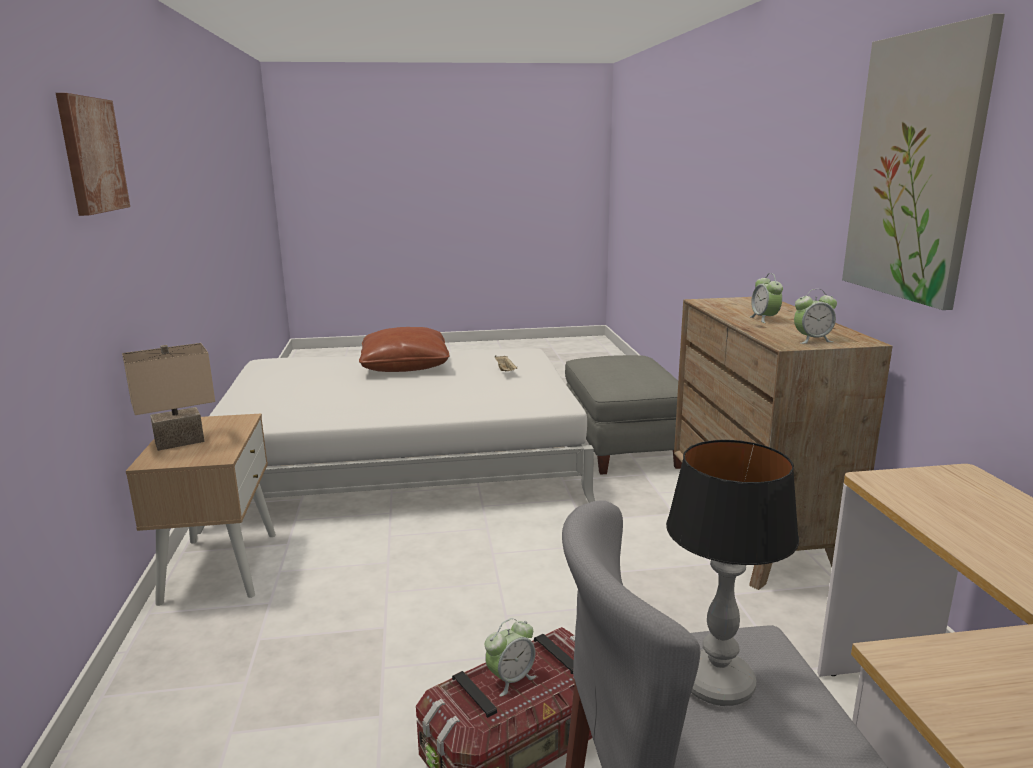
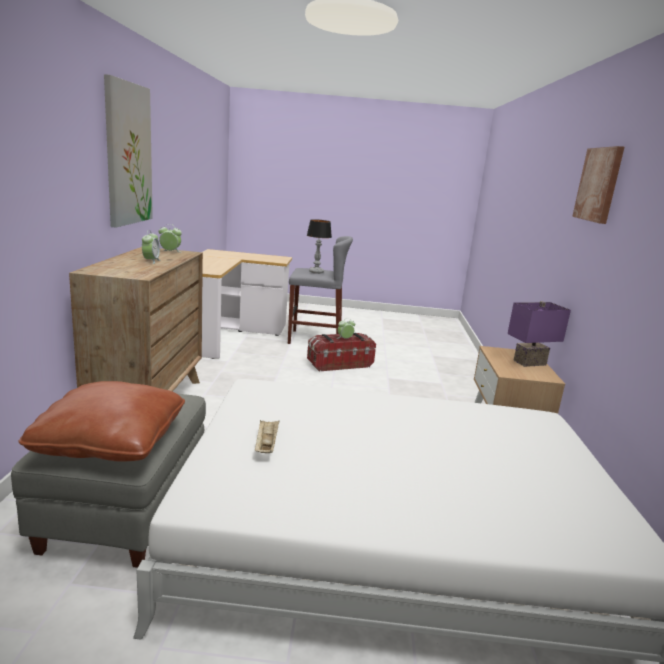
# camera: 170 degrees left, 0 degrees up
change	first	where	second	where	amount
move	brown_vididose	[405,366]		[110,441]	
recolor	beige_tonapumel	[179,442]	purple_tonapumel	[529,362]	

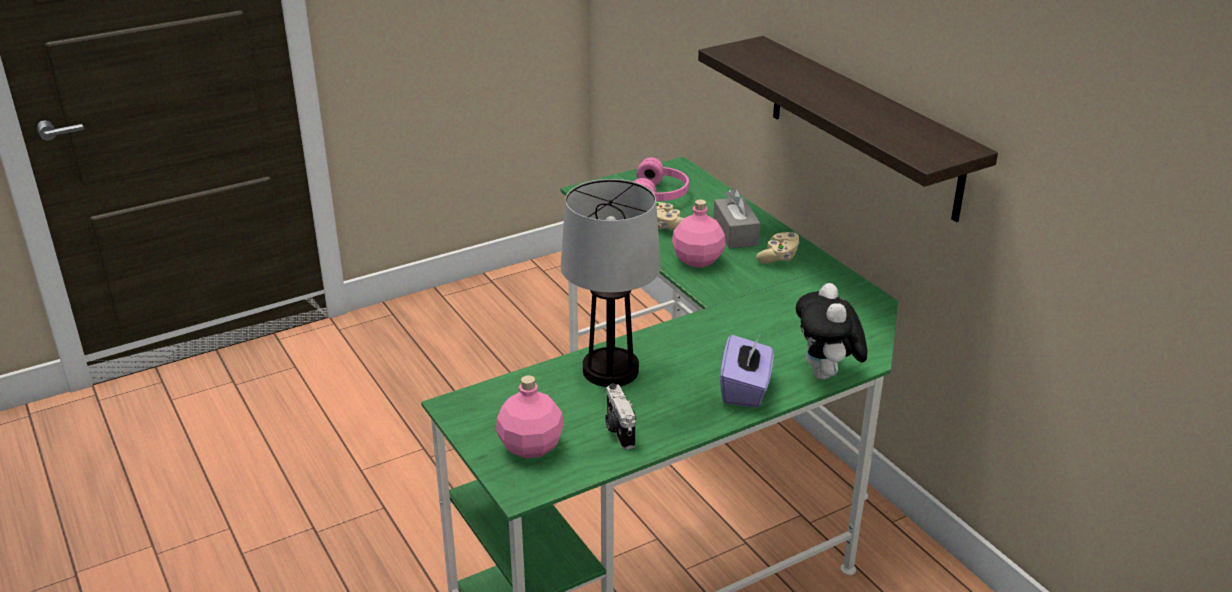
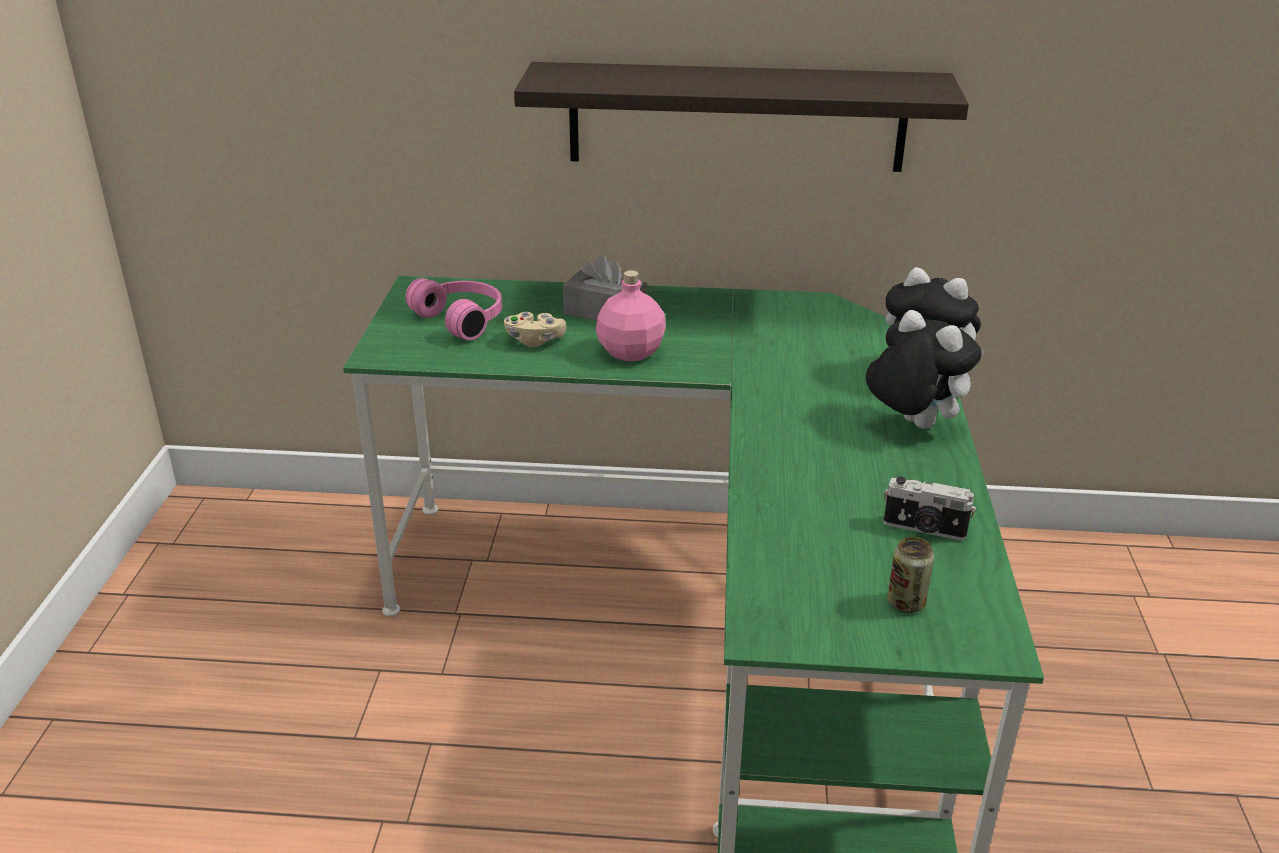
# camera: 55 degrees left, 0 degrees up
change	first	where	second	where	amount
delete	tonapumel	[609,371]			
delete	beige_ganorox	[778,257]			
replace	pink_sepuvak	[531,445]	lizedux	[906,603]	
replace	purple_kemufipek	[745,389]	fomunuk	[911,424]	

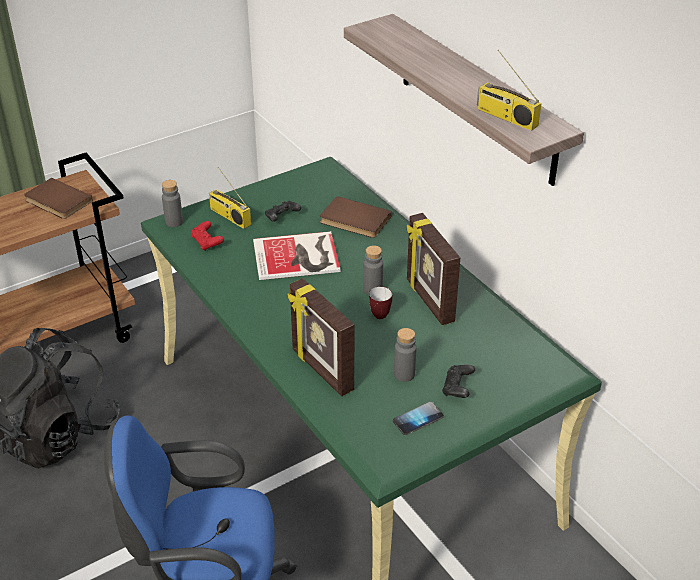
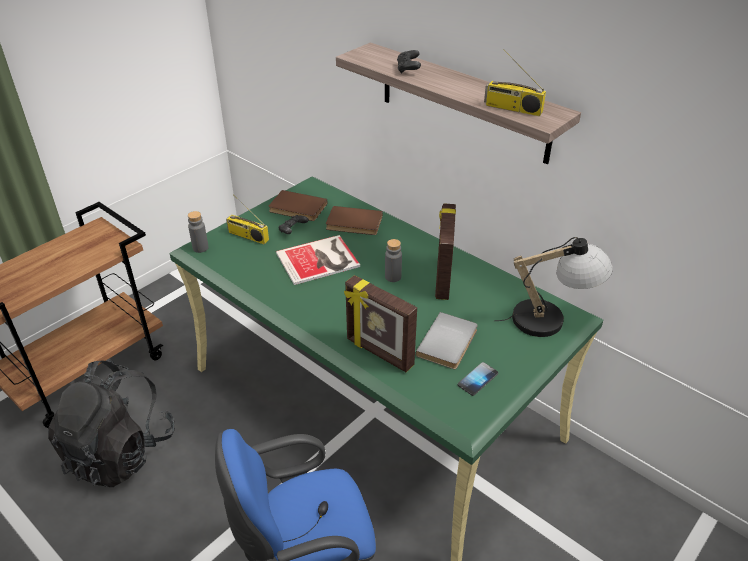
# camera: 15 degrees left, 0 degrees up
change	first	where	second	where	amount
delete	red_ganorox	[207,243]			
delete	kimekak	[378,313]			
insert			tonapumel	[551,319]	
move	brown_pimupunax	[56,202]		[297,208]	
move	black_ganorox	[457,388]		[408,69]	
replace	grey_sepuvak	[404,374]	grey_pimupunax	[449,343]	
rotate	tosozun	[428,301]		[442,278]	45 degrees clockwise

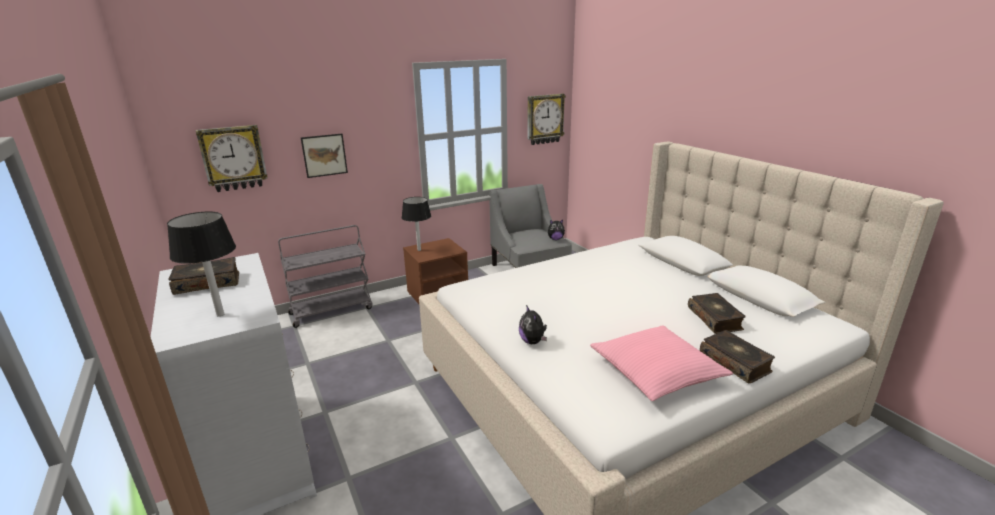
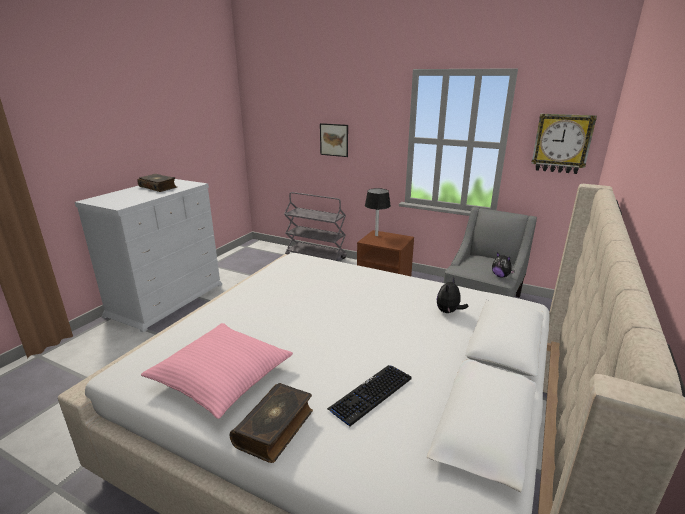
# camera: 55 degrees right, 0 degrees up
change	first	where	second	where	amount
delete	black_tonapumel	[220,314]			
delete	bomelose	[233,158]			
move	fomunuk	[533,341]		[448,312]	
replace	pimupunax	[715,319]	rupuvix	[371,394]	

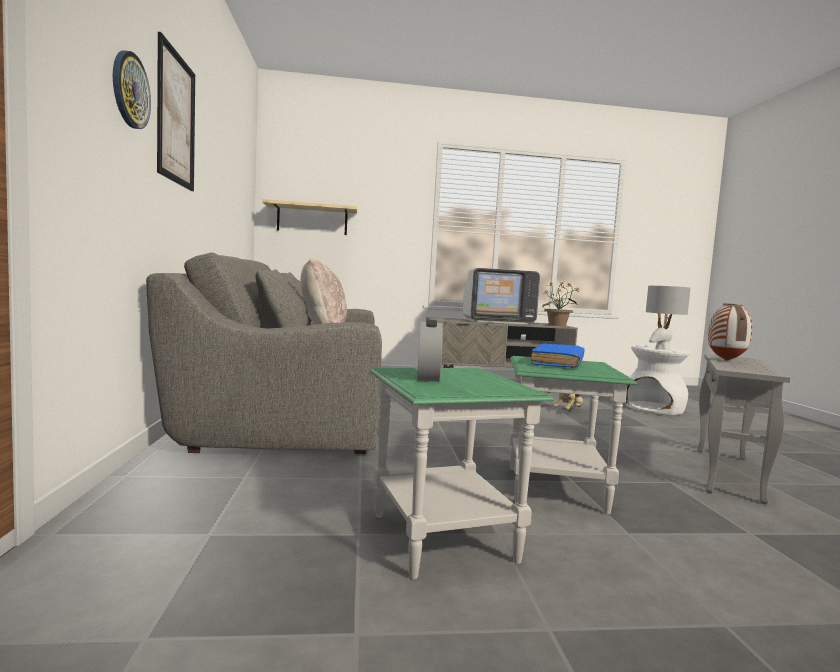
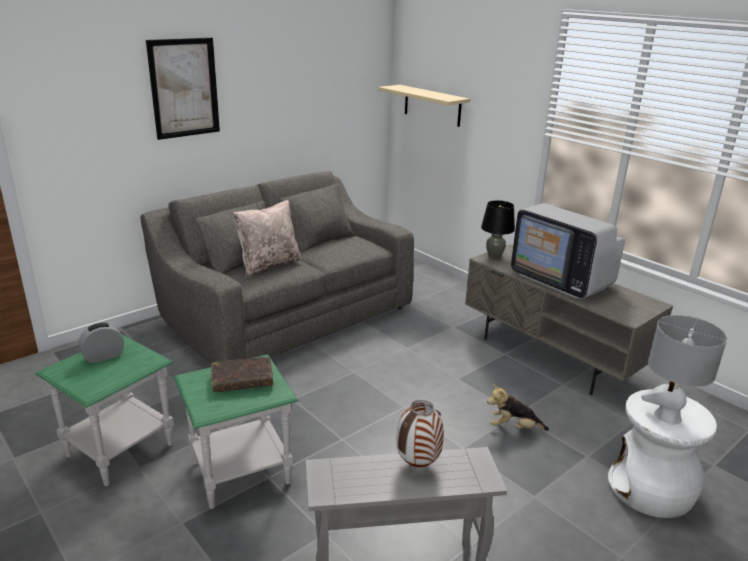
# camera: 55 degrees right, 20 degrees up
change	first	where	second	where	amount
delete	bomelose	[130,90]			
delete	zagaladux	[557,325]			
insert			black_tonapumel	[494,256]	
recolor	blue_pimupunax	[557,363]	brown_pimupunax	[242,380]	

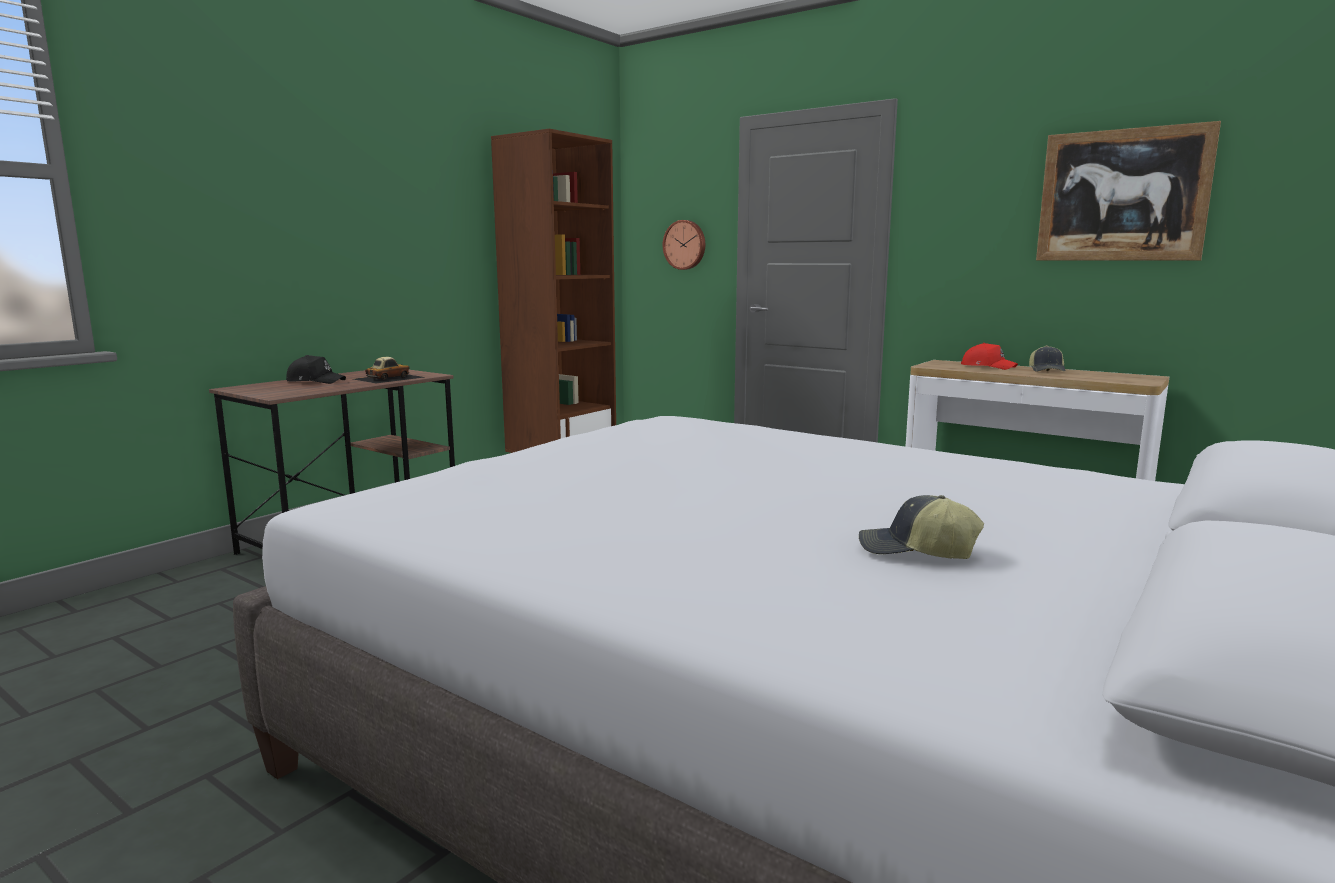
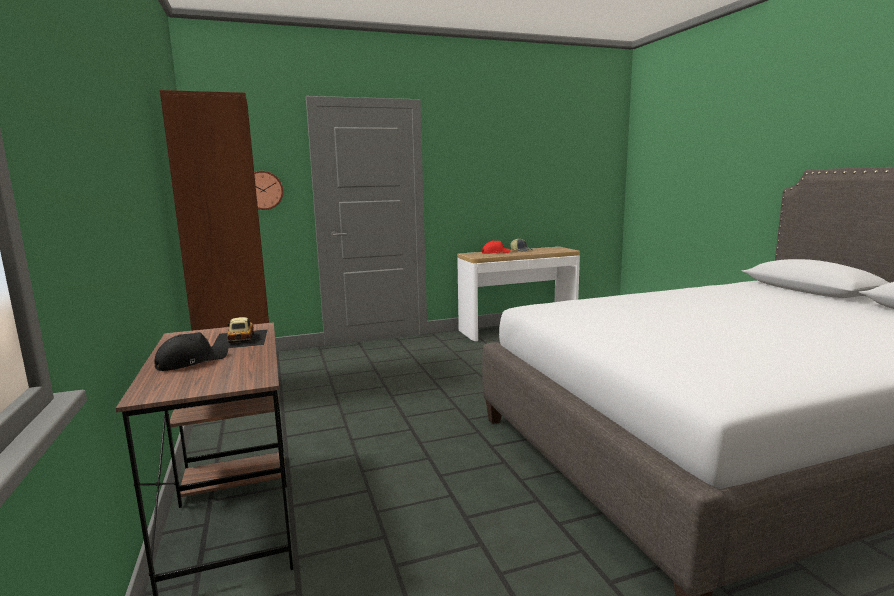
# camera: 55 degrees left, 0 degrees up
change	first	where	second	where	amount
delete	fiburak	[916,552]			
delete	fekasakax	[1122,195]			

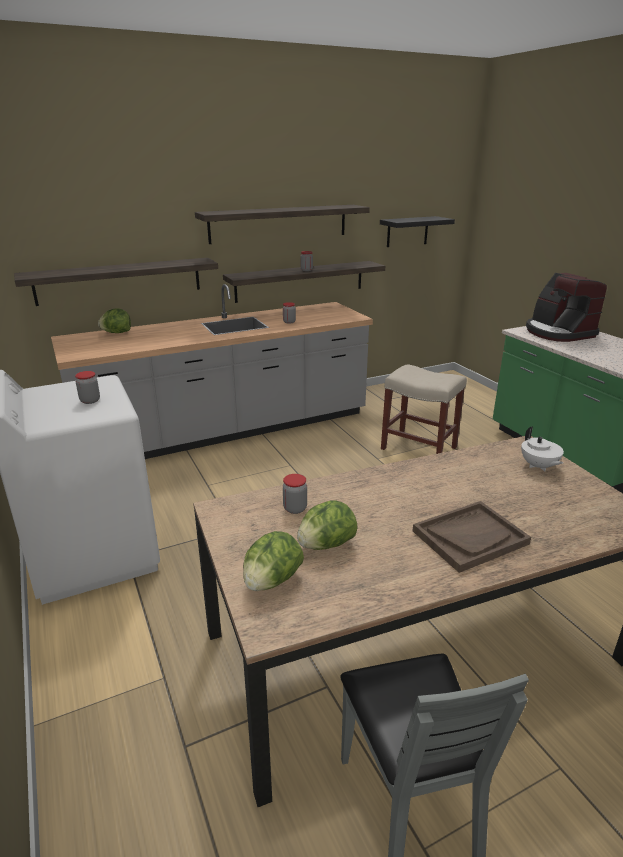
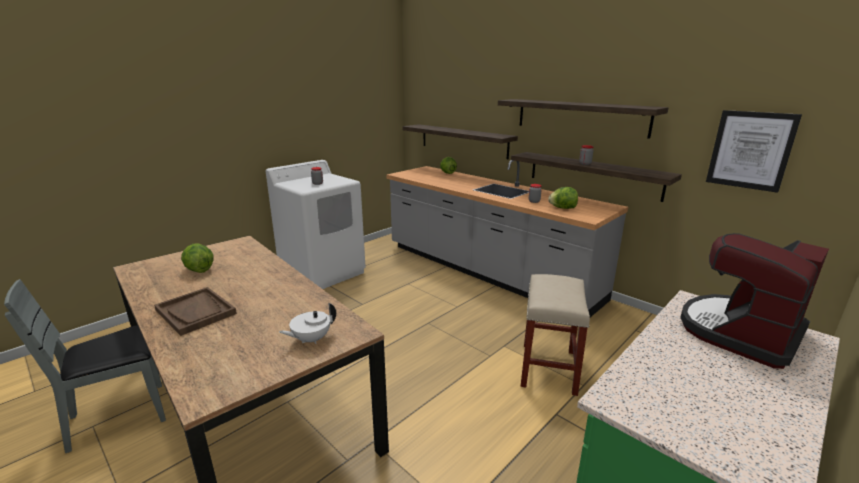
# camera: 70 degrees right, 5 degrees down
change	first	where	second	where	amount
delete	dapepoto	[295,508]			
move	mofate	[272,581]		[562,208]	
replace	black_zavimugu	[407,231]	fekasakax	[750,150]	

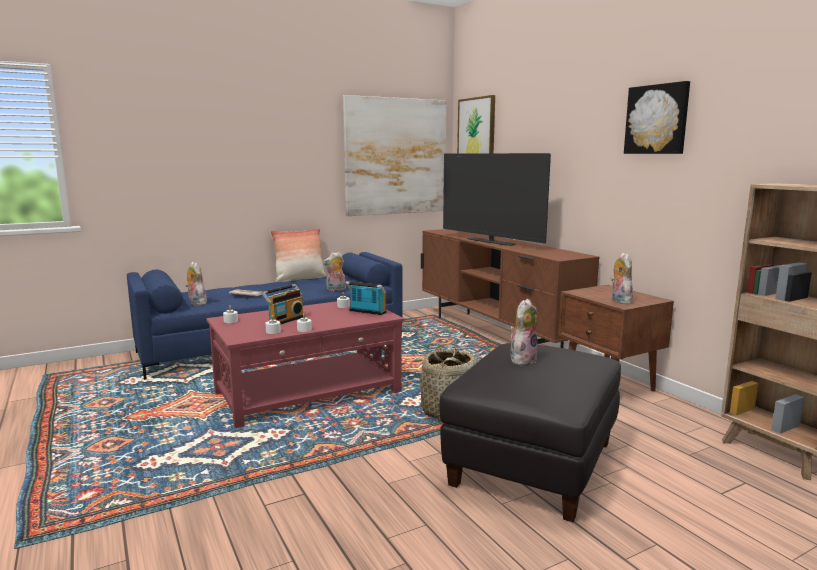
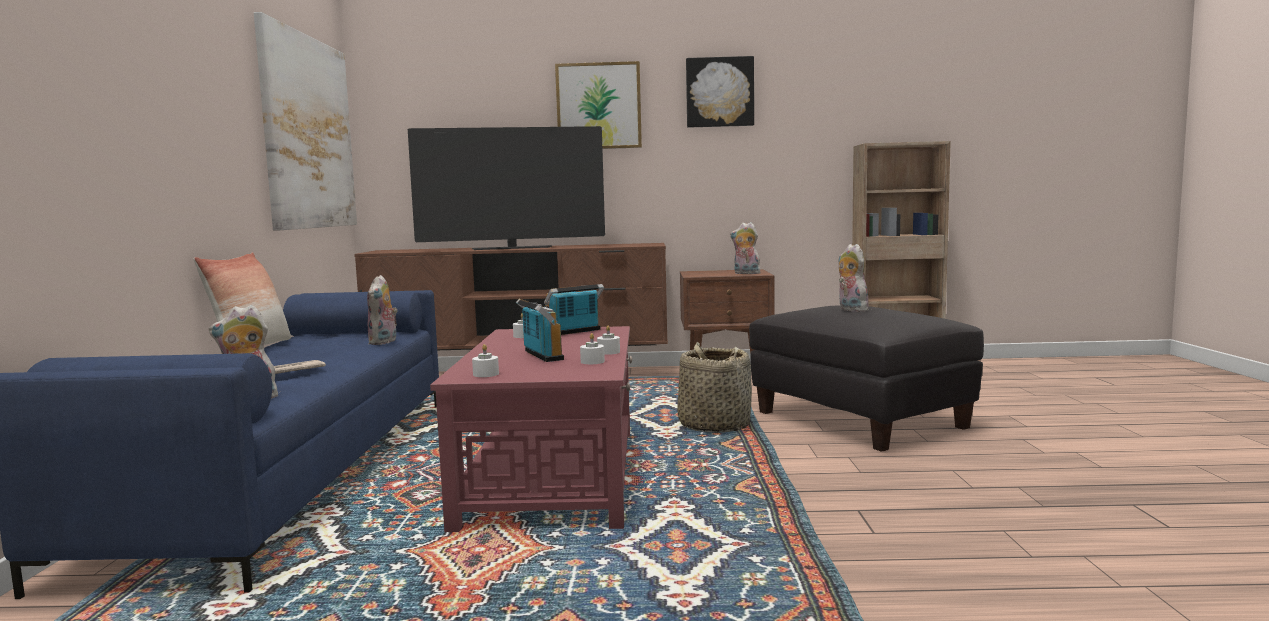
# camera: 60 degrees left, 5 degrees down
change	first	where	second	where	amount
move	fekasakax	[476,127]		[599,106]	

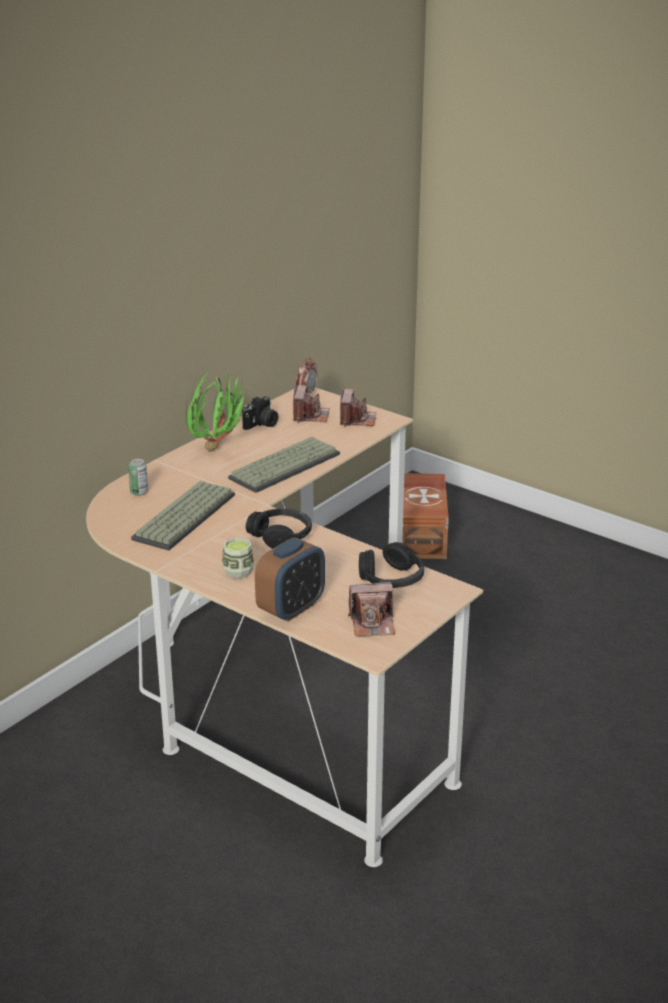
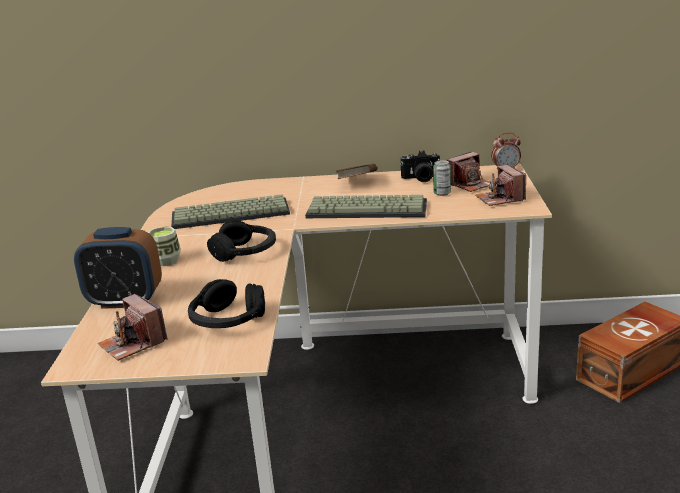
# camera: 55 degrees right, 5 degrees down
change	first	where	second	where	amount
move	lizedux	[139,492]		[442,193]	
replace	zagaladux	[220,448]	brown_pimupunax	[357,183]	
rotate	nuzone	[357,420]		[500,199]	105 degrees clockwise

